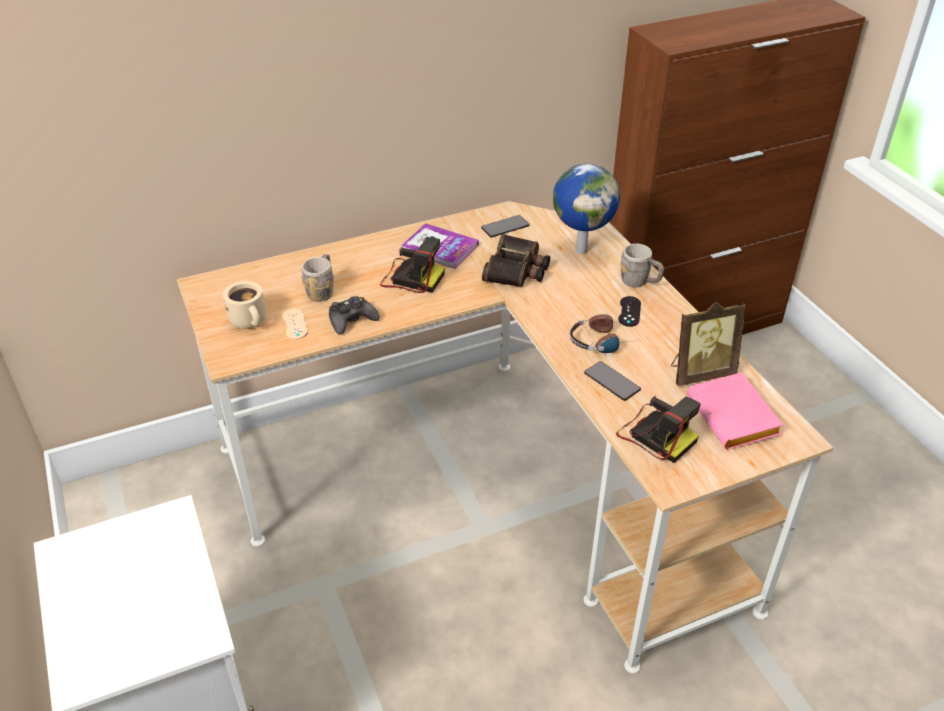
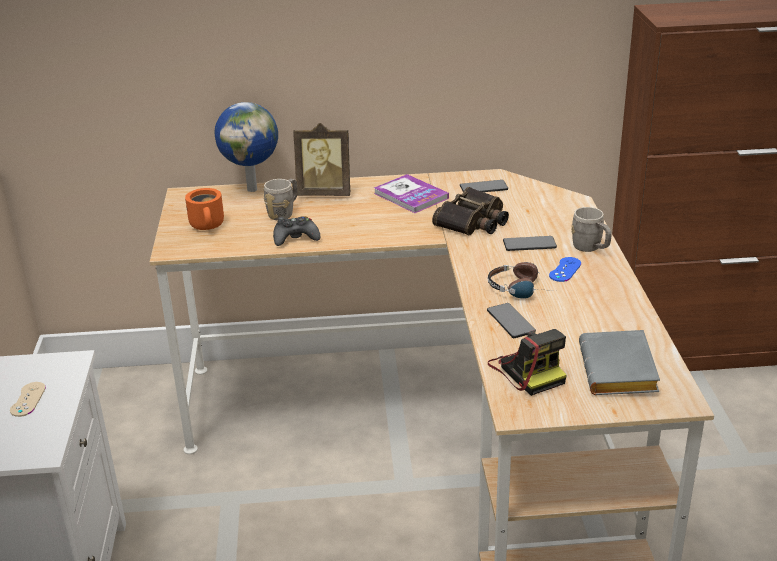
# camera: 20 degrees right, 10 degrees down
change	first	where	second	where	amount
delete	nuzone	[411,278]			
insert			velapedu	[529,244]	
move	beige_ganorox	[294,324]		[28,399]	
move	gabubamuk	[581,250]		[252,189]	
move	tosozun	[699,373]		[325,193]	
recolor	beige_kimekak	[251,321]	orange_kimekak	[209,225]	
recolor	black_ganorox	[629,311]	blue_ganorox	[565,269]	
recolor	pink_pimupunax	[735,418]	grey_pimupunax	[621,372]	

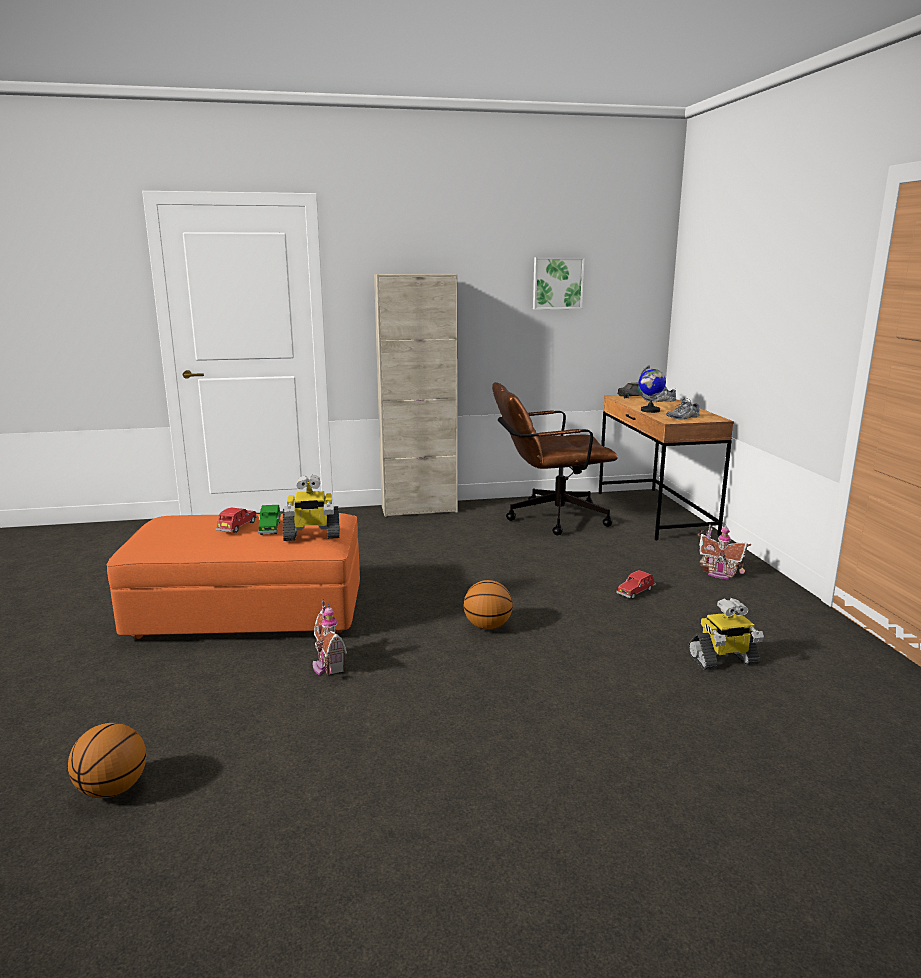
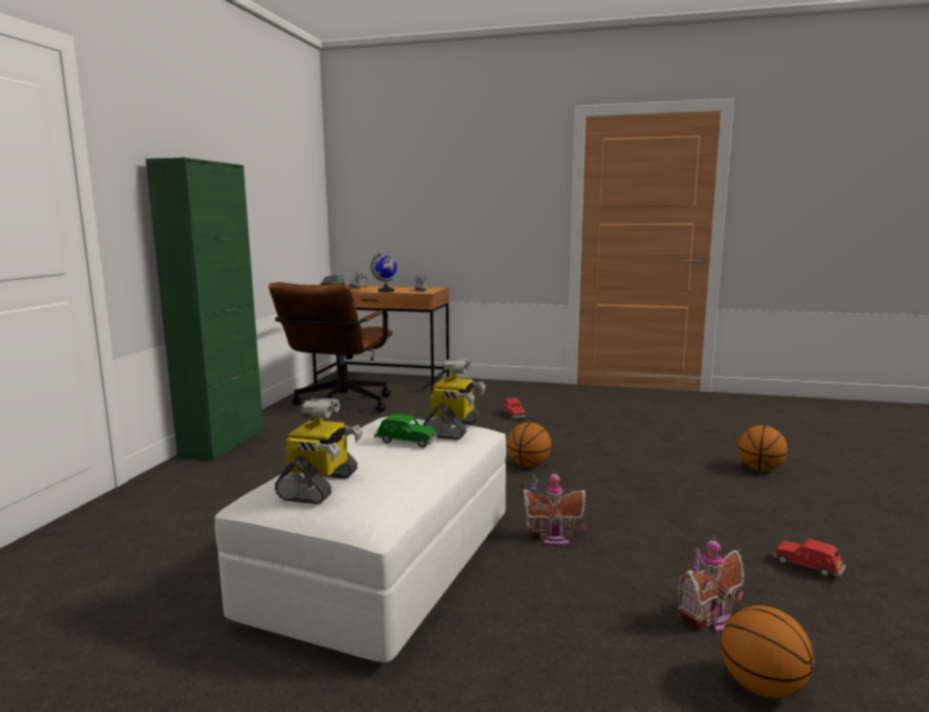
# camera: 65 degrees left, 5 degrees down
change	first	where	second	where	amount
delete	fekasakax	[557,283]			
insert			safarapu	[760,469]	
move	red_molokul	[237,527]		[808,567]	
move	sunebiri	[723,660]		[320,486]	
move	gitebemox	[719,573]		[712,619]	
recolor	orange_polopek	[249,612]	white_polopek	[385,567]	
recolor	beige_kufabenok	[419,509]	green_kufabenok	[223,444]	

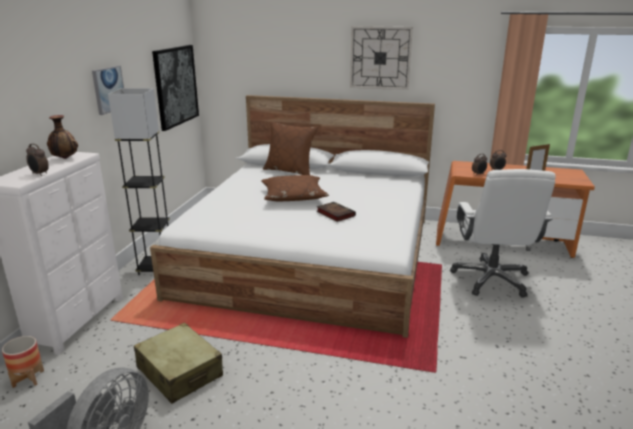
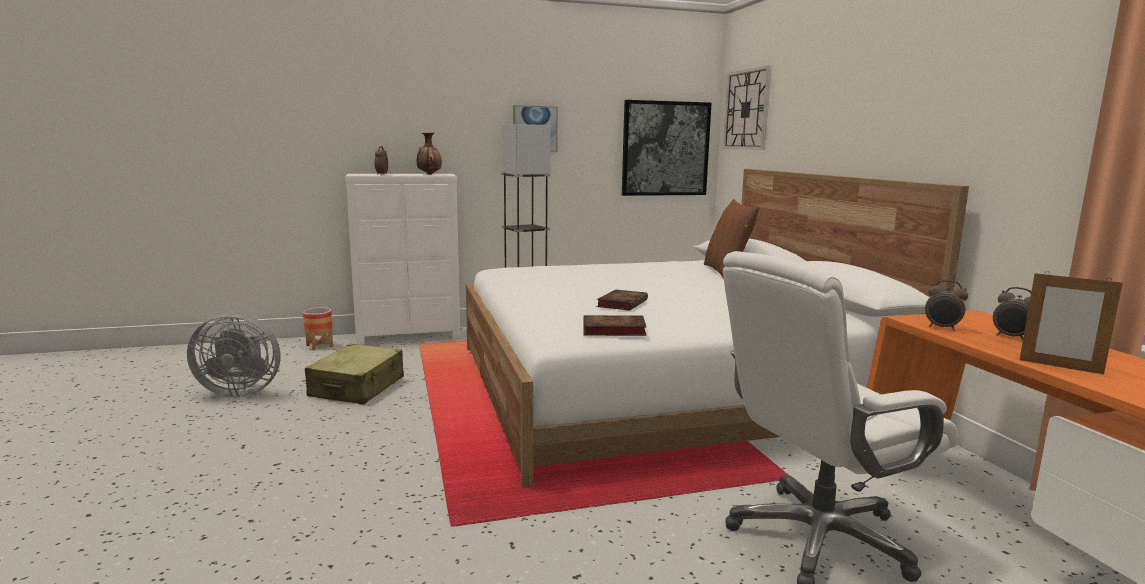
# camera: 60 degrees right, 10 degrees down
change	first	where	second	where	amount
delete	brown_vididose	[293,196]			
insert			pimupunax	[612,330]	
move	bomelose	[380,58]		[747,109]	

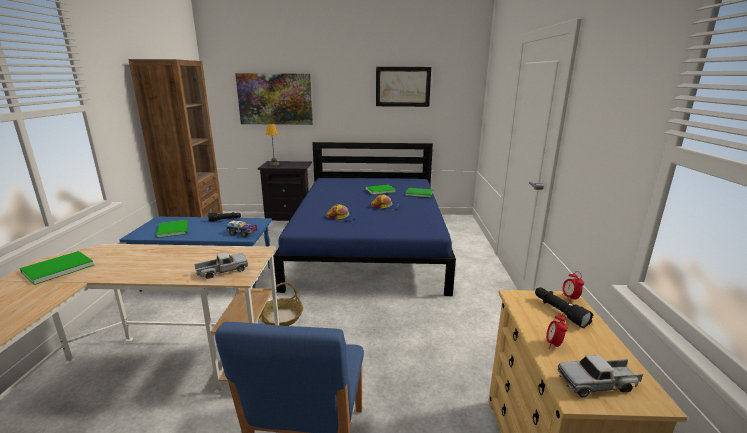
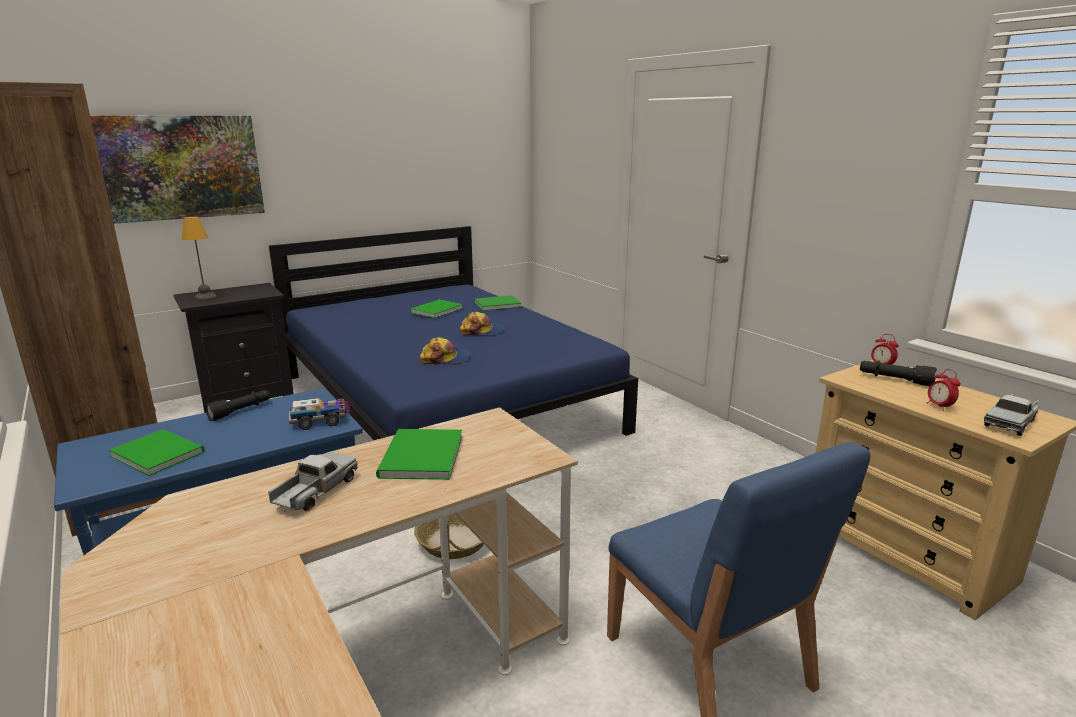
# camera: 35 degrees left, 0 degrees up
change	first	where	second	where	amount
delete	fekasakax	[403,86]			
move	green_pimupunax	[56,269]		[419,458]	
move	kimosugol	[222,271]		[315,492]	

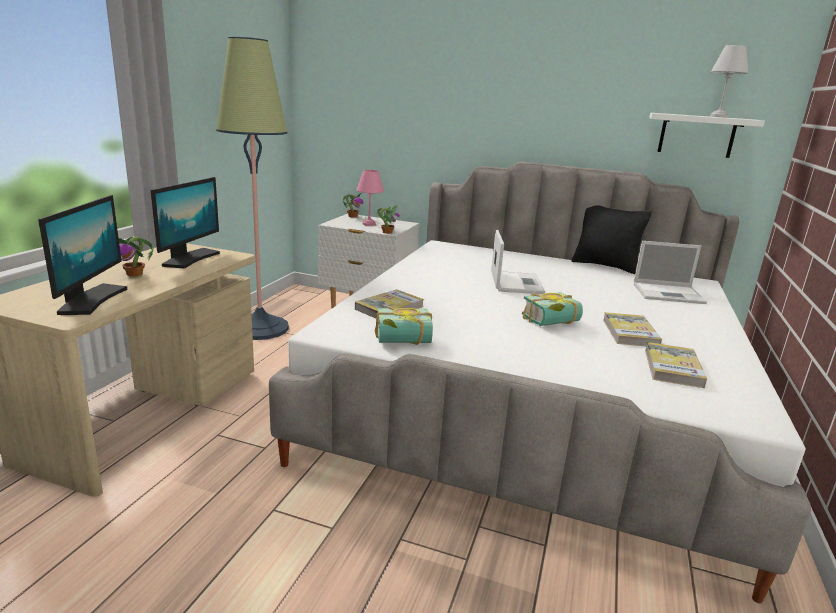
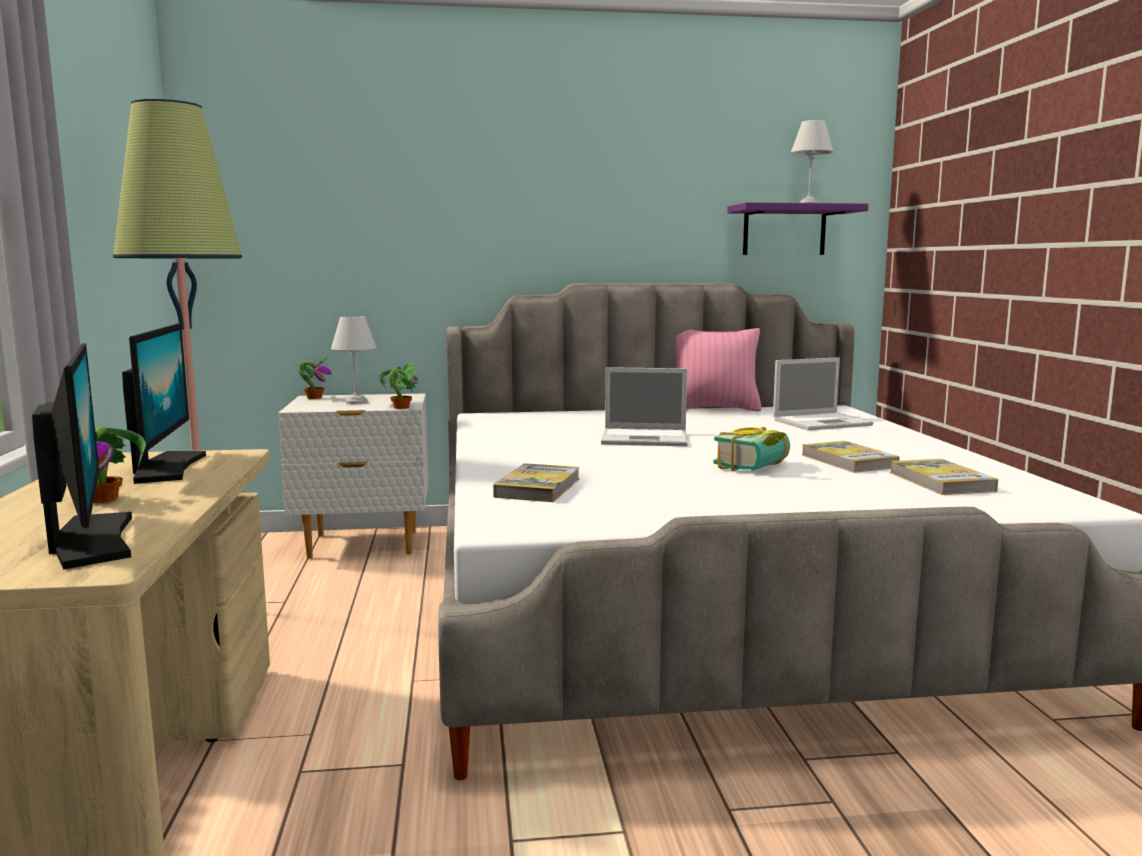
# camera: 25 degrees left, 10 degrees down
change	first	where	second	where	amount
delete	pimupunax	[403,342]			
recolor	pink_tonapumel	[368,224]	white_tonapumel	[355,402]	
recolor	black_vididose	[605,266]	pink_vididose	[715,409]	
recolor	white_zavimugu	[696,135]	purple_zavimugu	[784,230]	
rotate	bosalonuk	[515,283]		[646,438]	120 degrees clockwise

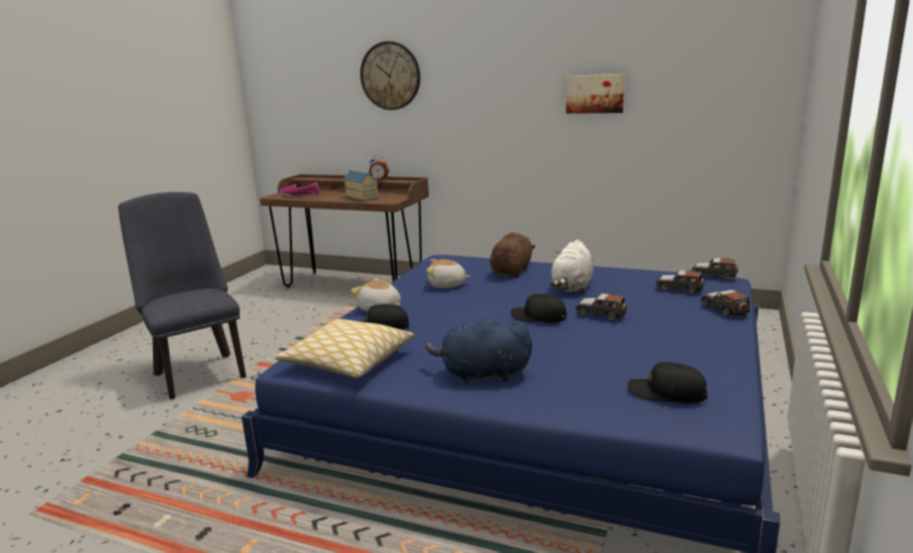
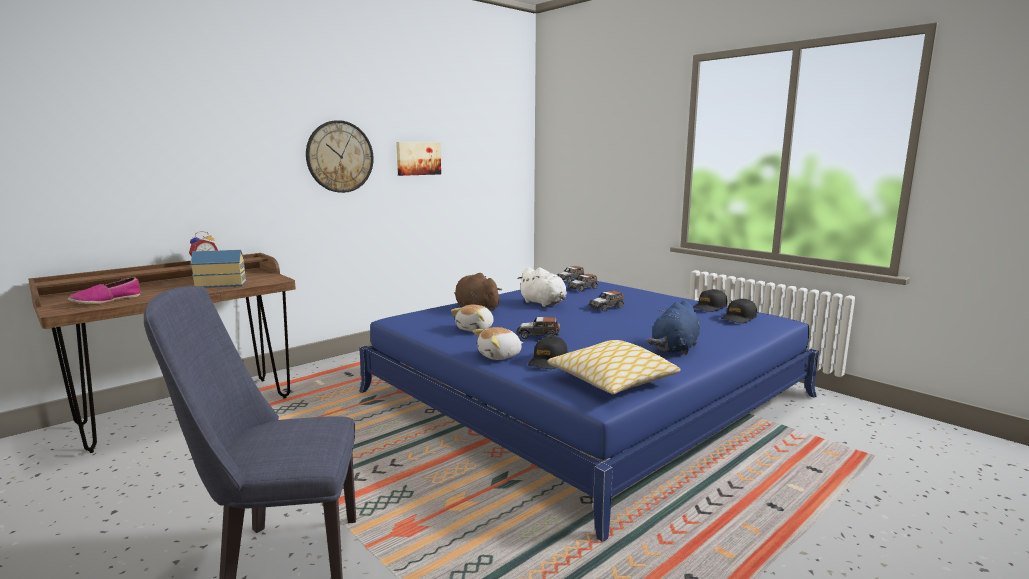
# camera: 65 degrees left, 5 degrees down
change	first	where	second	where	amount
move	bomelose	[390,76]		[340,157]	
move	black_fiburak	[538,317]		[709,307]	
move	molokul	[724,310]		[538,336]	

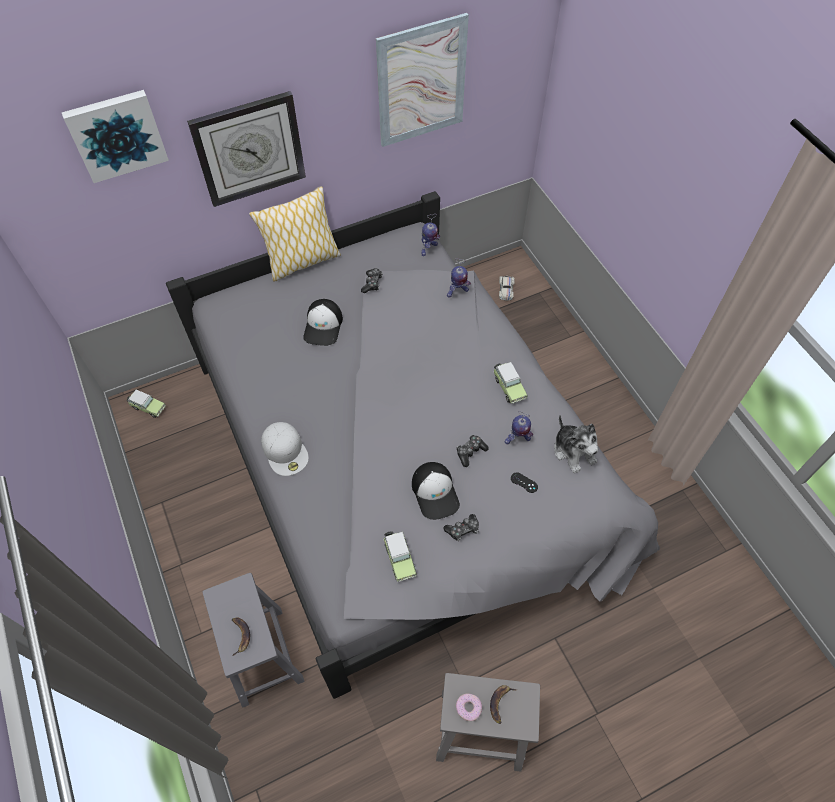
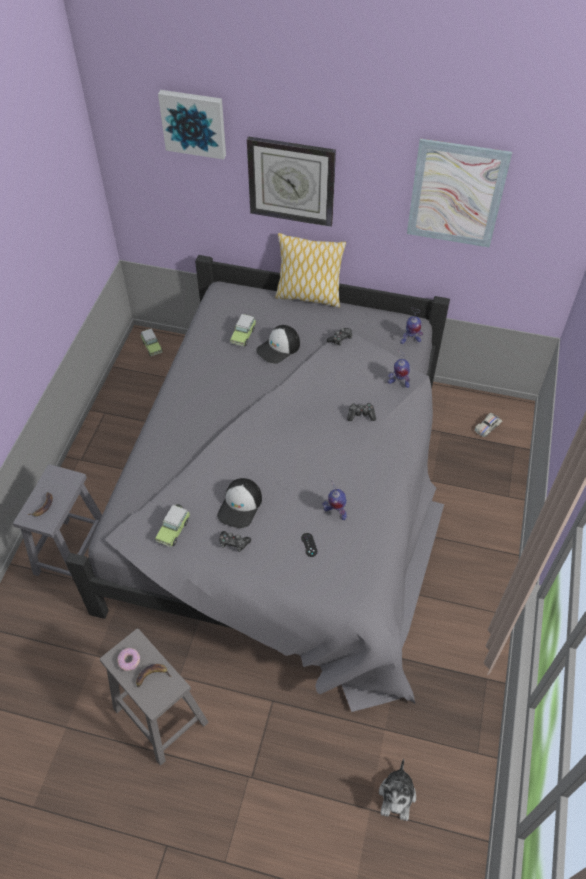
# camera: 40 degrees right, 5 degrees down
change	first	where	second	where	amount
delete	white_fiburak	[285,451]			
move	ganorox	[470,452]		[361,415]	
move	molokul	[508,387]		[243,335]	
move	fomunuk	[573,451]		[397,796]	

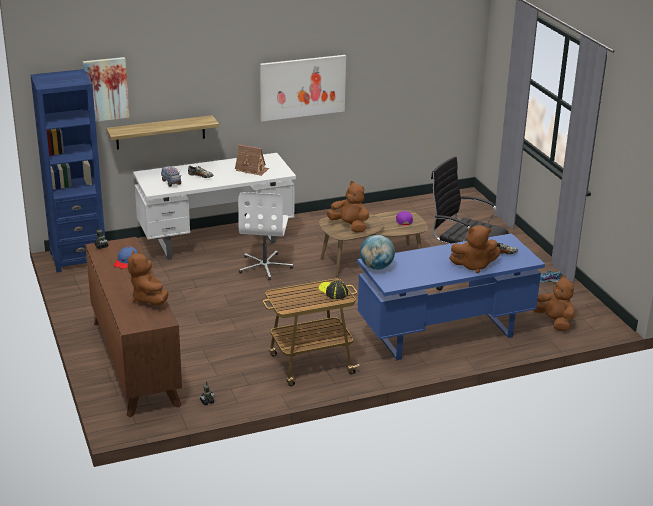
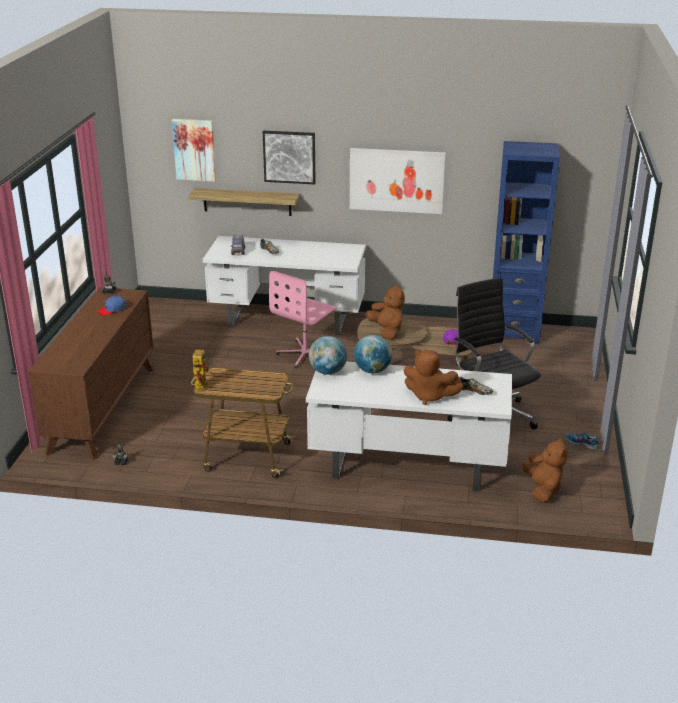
# camera: 30 degrees right, 0 degrees up
change	first	where	second	where	amount
delete	brown_fomunuk	[149,299]			
delete	gitebemox	[252,169]			
delete	fiburak	[333,291]			
insert			sunebiri	[200,384]	
insert			fekasakax	[289,157]	
insert			gabubamuk	[372,370]	
move	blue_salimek	[78,258]		[513,332]	
recolor	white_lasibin	[265,266]	pink_lasibin	[306,354]	
recolor	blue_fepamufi	[445,336]	white_fepamufi	[407,469]	

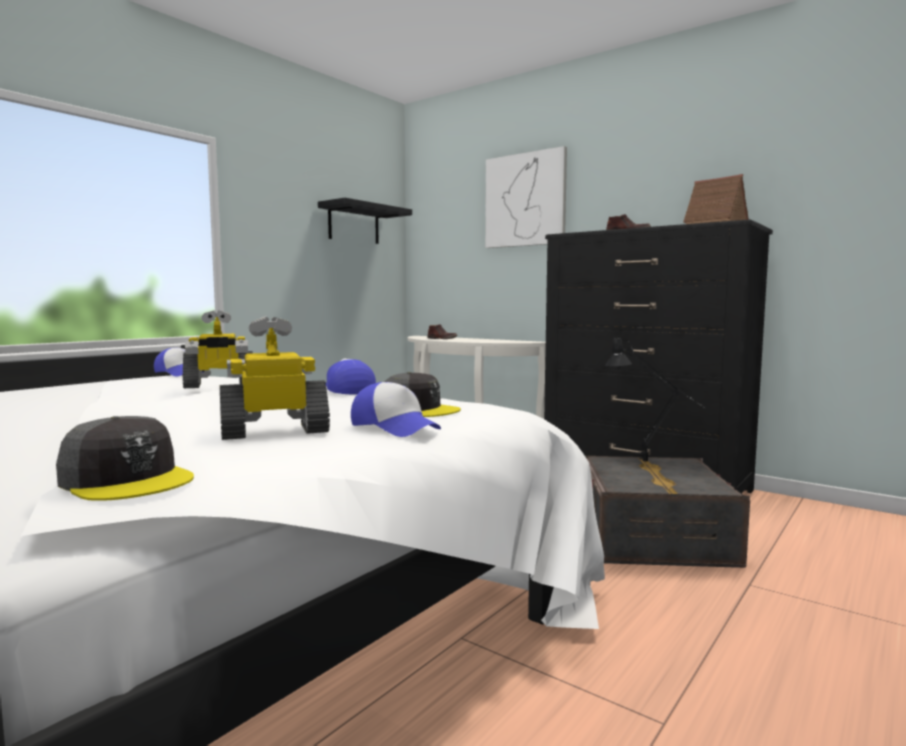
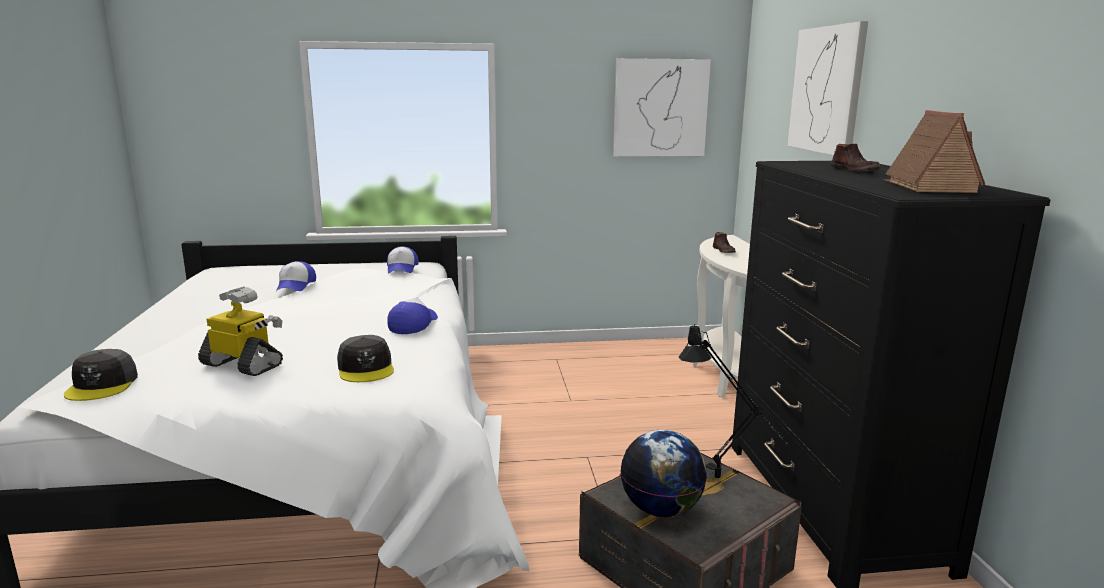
# camera: 45 degrees right, 10 degrees up
change	first	where	second	where	amount
delete	sunebiri	[219,385]			
insert			gabubamuk	[661,509]	
move	fiburak	[395,427]		[296,285]	
replace	black_zavimugu	[353,224]	fekasakax	[660,108]	

